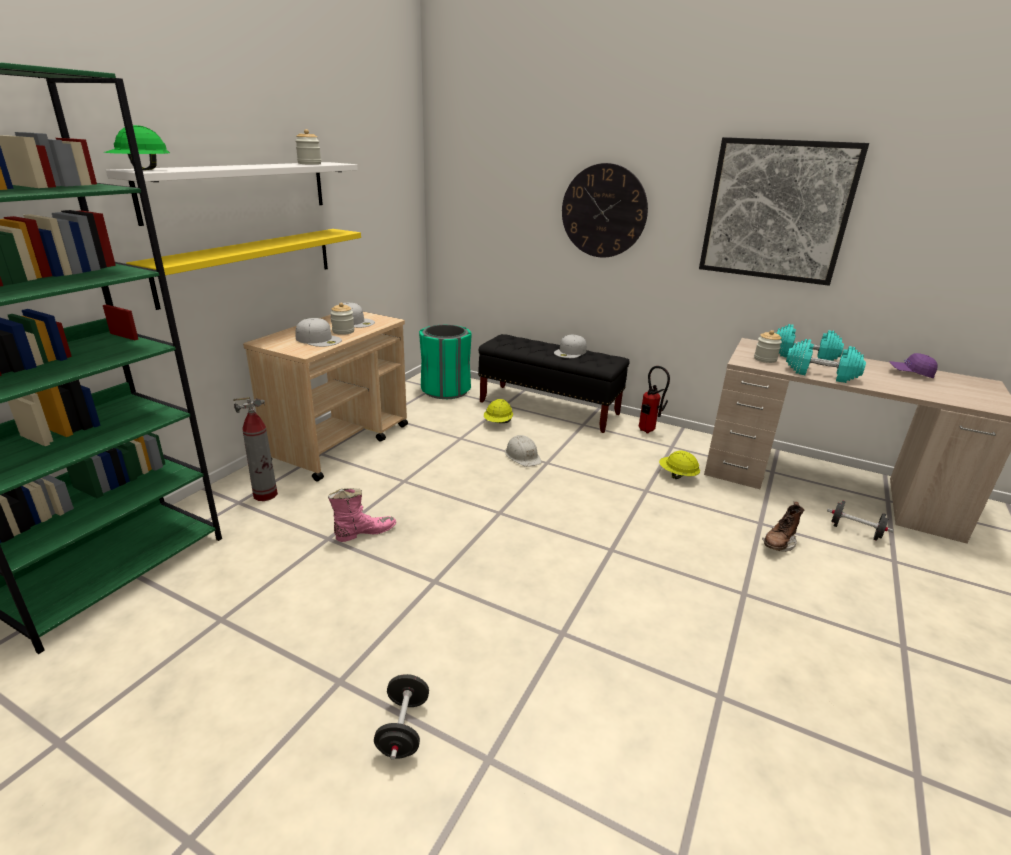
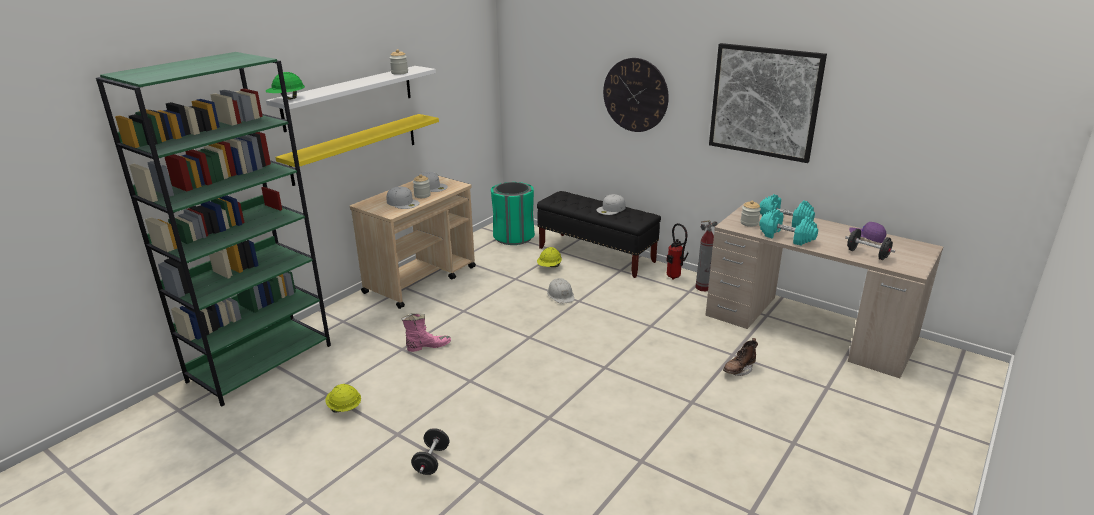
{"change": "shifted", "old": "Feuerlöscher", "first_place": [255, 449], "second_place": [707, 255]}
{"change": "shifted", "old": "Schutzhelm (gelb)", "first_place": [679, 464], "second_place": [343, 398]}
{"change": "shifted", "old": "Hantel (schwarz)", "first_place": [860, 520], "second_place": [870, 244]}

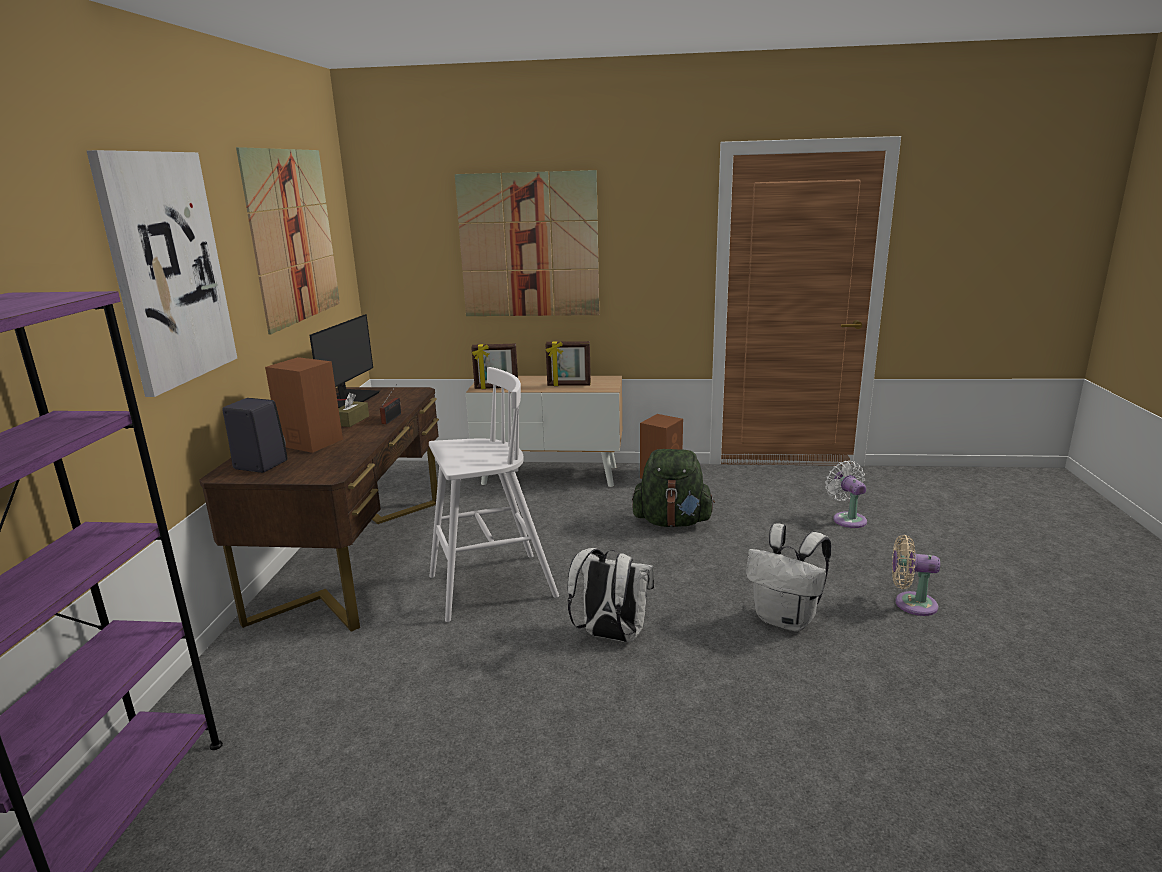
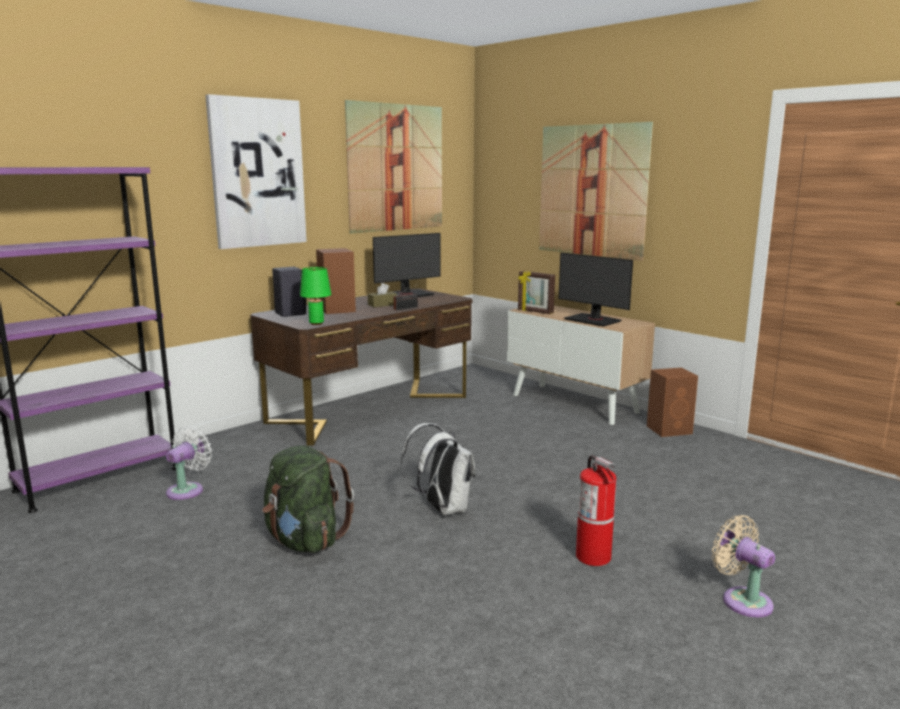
{"change": "gone", "old": "Hocker (weiß)", "first_place": [494, 494]}
{"change": "swapped", "old": "Bilderrahmen", "new": "Monitor", "first_place": [568, 363], "second_place": [596, 289]}
{"change": "shifted", "old": "Rucksack (grün)", "first_place": [673, 488], "second_place": [308, 499]}
{"change": "swapped", "old": "Rucksack (weiß)", "new": "Feuerlöscher", "first_place": [788, 578], "second_place": [596, 510]}
{"change": "shifted", "old": "Ventilator (weiß)", "first_place": [846, 494], "second_place": [189, 463]}
{"change": "new", "new": "Tischlampe (grün)", "second_place": [315, 296]}

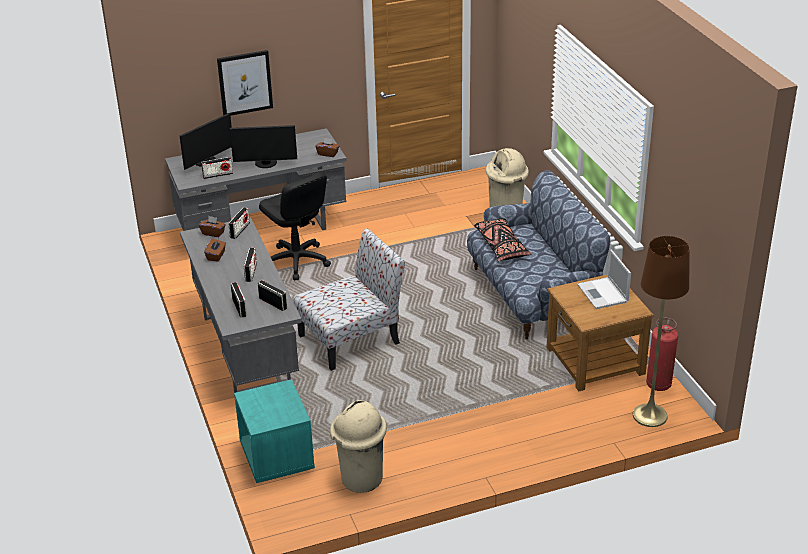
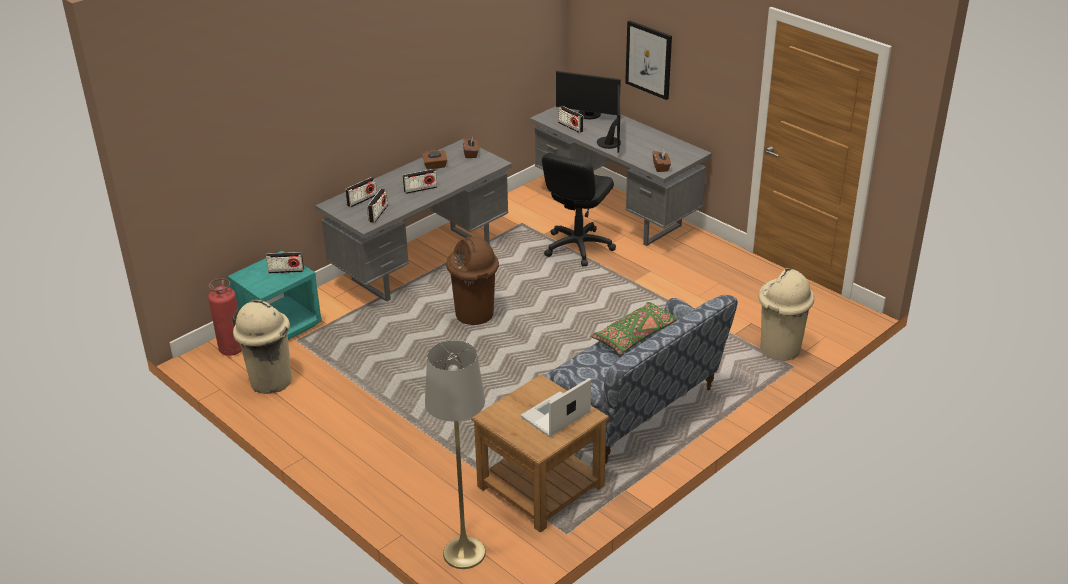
{"change": "shifted", "old": "Radio", "first_place": [239, 223], "second_place": [285, 262]}
{"change": "rotated", "old": "Monitor", "first_place": [263, 146], "second_place": [609, 119], "degrees": -150}
{"change": "swapped", "old": "Stuhl", "new": "Mülleimer (braun)", "first_place": [349, 299], "second_place": [472, 281]}
{"change": "repainted", "old": "Kissen (schwarz)", "new": "Kissen (grün)", "first_place": [502, 239], "second_place": [633, 328]}
{"change": "repainted", "old": "Stehlampe (braun)", "new": "Stehlampe (grau)", "first_place": [661, 331], "second_place": [455, 454]}
{"change": "shifted", "old": "Feuerlöscher", "first_place": [662, 354], "second_place": [225, 317]}

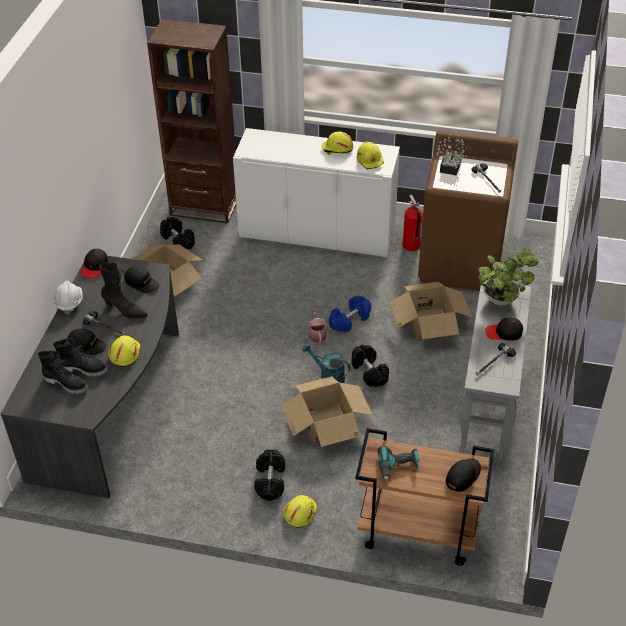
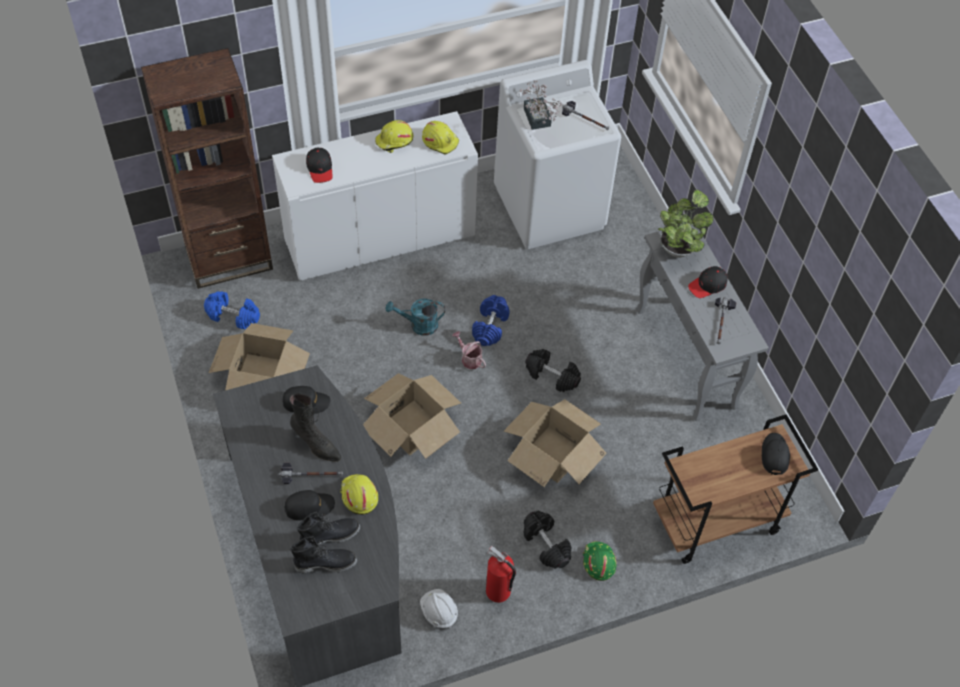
{"change": "shifted", "old": "Schutzhelm (weiß)", "first_place": [68, 297], "second_place": [439, 609]}
{"change": "shifted", "old": "Kappe (schwarz)", "first_place": [94, 263], "second_place": [319, 165]}
{"change": "rotated", "old": "Stiefel (schwarz)", "first_place": [123, 290], "second_place": [315, 427], "degrees": 45}
{"change": "repainted", "old": "Hantel (schwarz)", "new": "Hantel (blau)", "first_place": [177, 233], "second_place": [232, 310]}
{"change": "repainted", "old": "Schutzhelm (gelb)", "new": "Schutzhelm (grün)", "first_place": [300, 511], "second_place": [599, 561]}
{"change": "shifted", "old": "Gießkanne (türkis)", "first_place": [326, 363], "second_place": [415, 317]}
{"change": "gone", "old": "Bohrmaschine", "first_place": [399, 464]}
{"change": "shifted", "old": "Karton", "first_place": [431, 311], "second_place": [412, 416]}
{"change": "shifted", "old": "Feuerlöscher", "first_place": [413, 223], "second_place": [501, 574]}
{"change": "repainted", "old": "Waschmaschine (braun)", "new": "Waschmaschine (weiß)", "first_place": [468, 210], "second_place": [557, 154]}

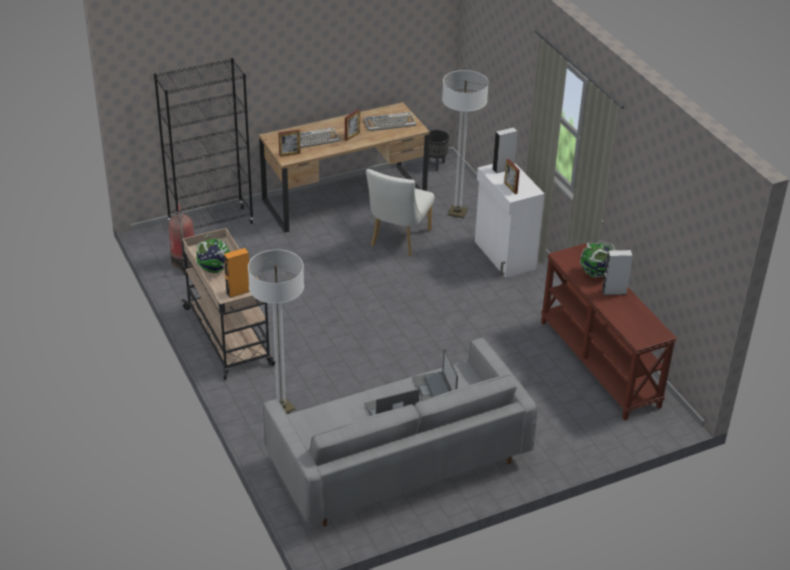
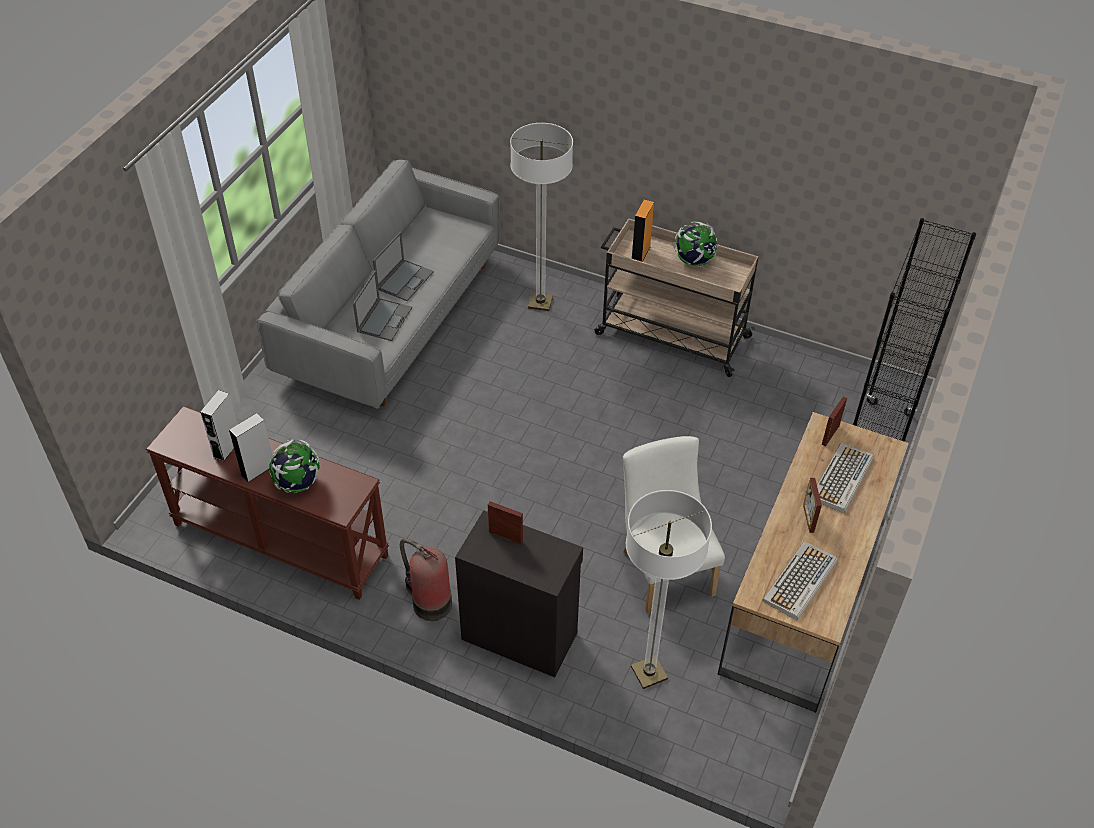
{"change": "shifted", "old": "Feuerlöscher", "first_place": [181, 239], "second_place": [426, 579]}
{"change": "rotated", "old": "Laptop", "first_place": [435, 374], "second_place": [382, 305], "degrees": 75}
{"change": "gone", "old": "Pflanzkübel (schwarz)", "first_place": [438, 150]}
{"change": "repainted", "old": "Schrank (weiß)", "new": "Schrank (schwarz)", "first_place": [510, 220], "second_place": [519, 593]}
{"change": "shifted", "old": "Lautsprecher (grau)", "first_place": [505, 150], "second_place": [219, 425]}

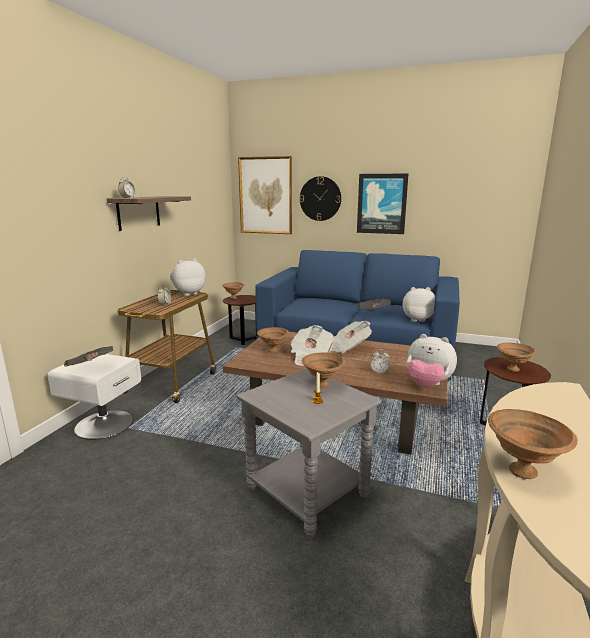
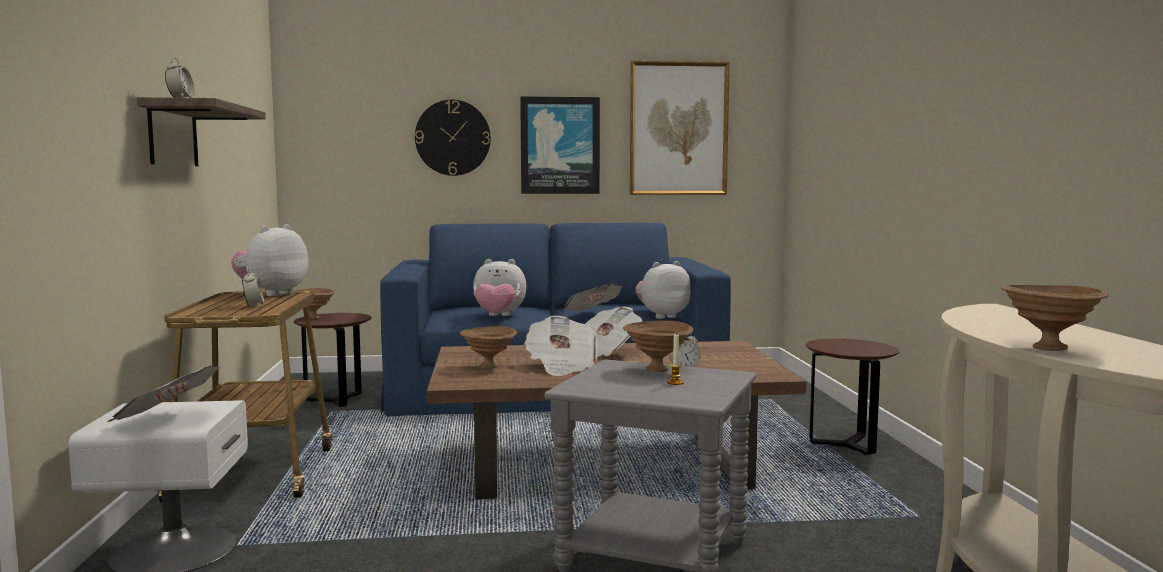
{"change": "shifted", "old": "Bild", "first_place": [265, 195], "second_place": [680, 128]}
{"change": "shifted", "old": "Plüschtier", "first_place": [431, 361], "second_place": [499, 287]}
{"change": "gone", "old": "Schüssel (braun)", "first_place": [517, 357]}

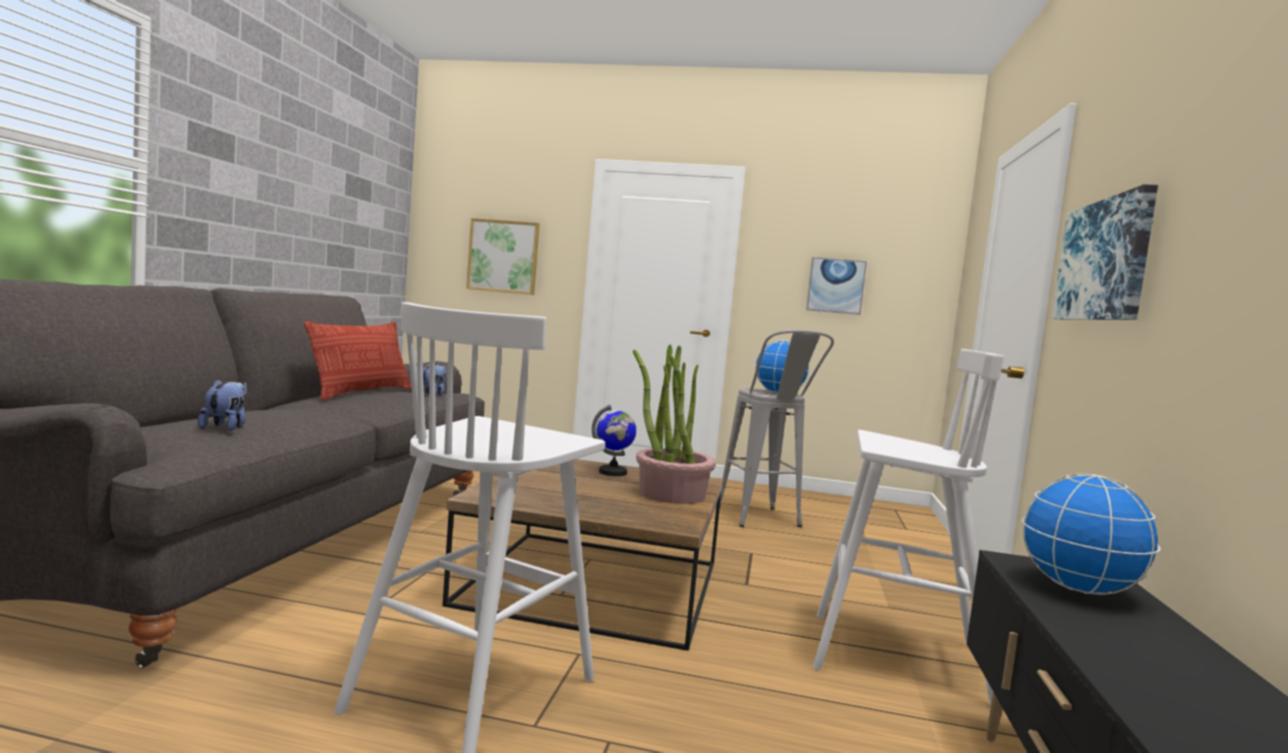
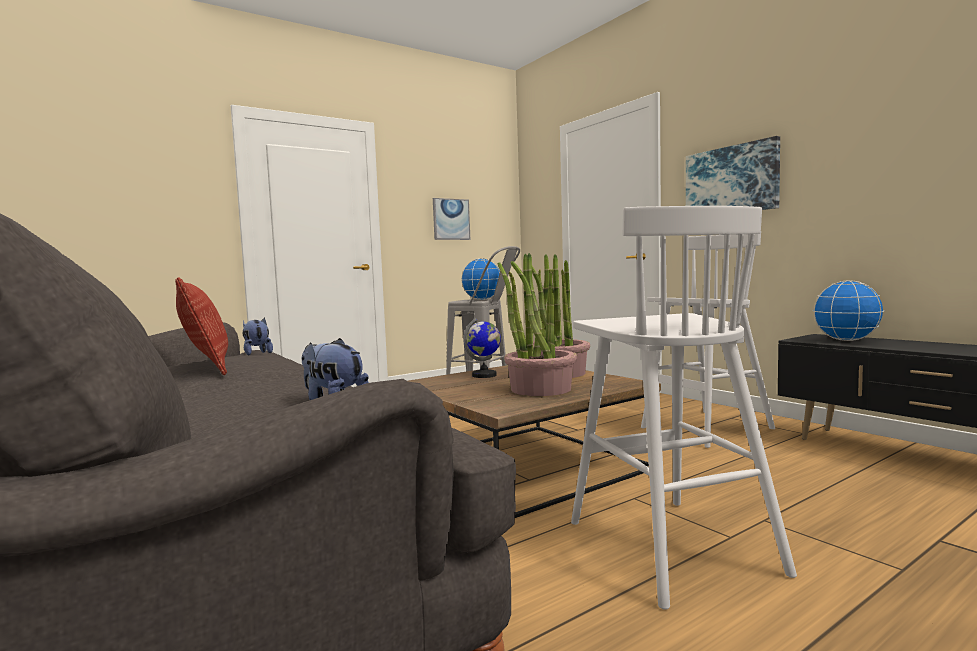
{"change": "gone", "old": "Bild", "first_place": [503, 256]}
{"change": "new", "new": "Topfpflanze", "second_place": [537, 324]}

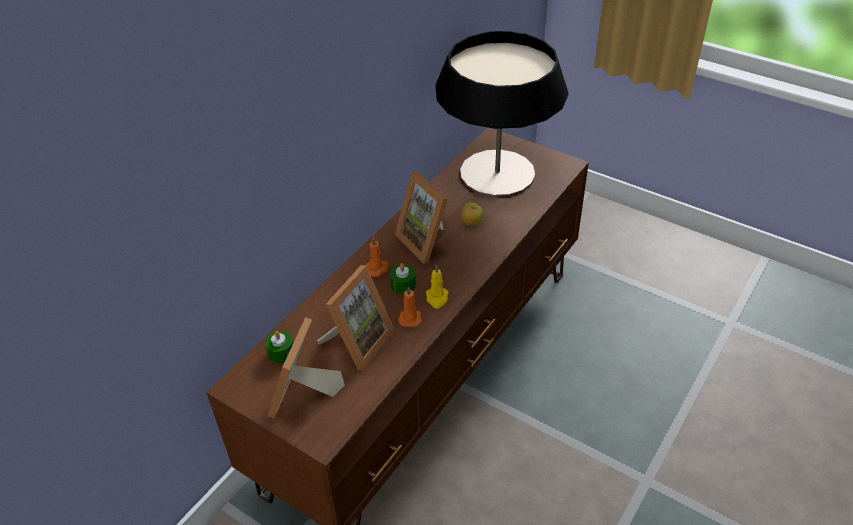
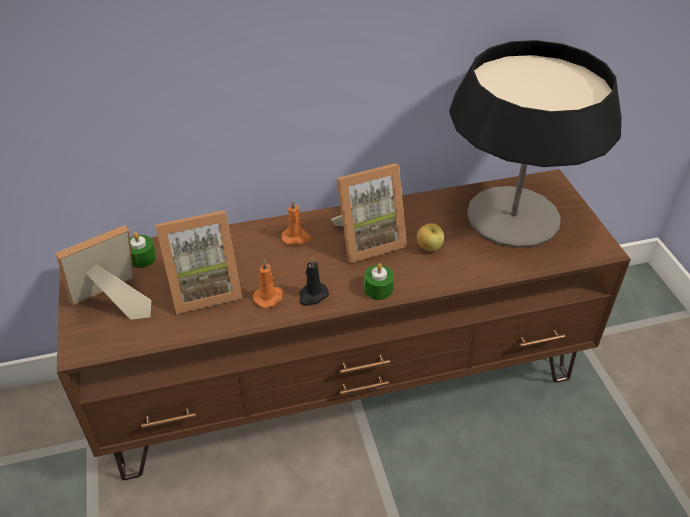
{"change": "shifted", "old": "Kerze (grün)", "first_place": [403, 278], "second_place": [379, 281]}
{"change": "rotated", "old": "Bilderrahmen", "first_place": [421, 217], "second_place": [369, 213], "degrees": -120}
{"change": "repainted", "old": "Kerze (gelb)", "new": "Kerze (schwarz)", "first_place": [437, 287], "second_place": [314, 281]}

